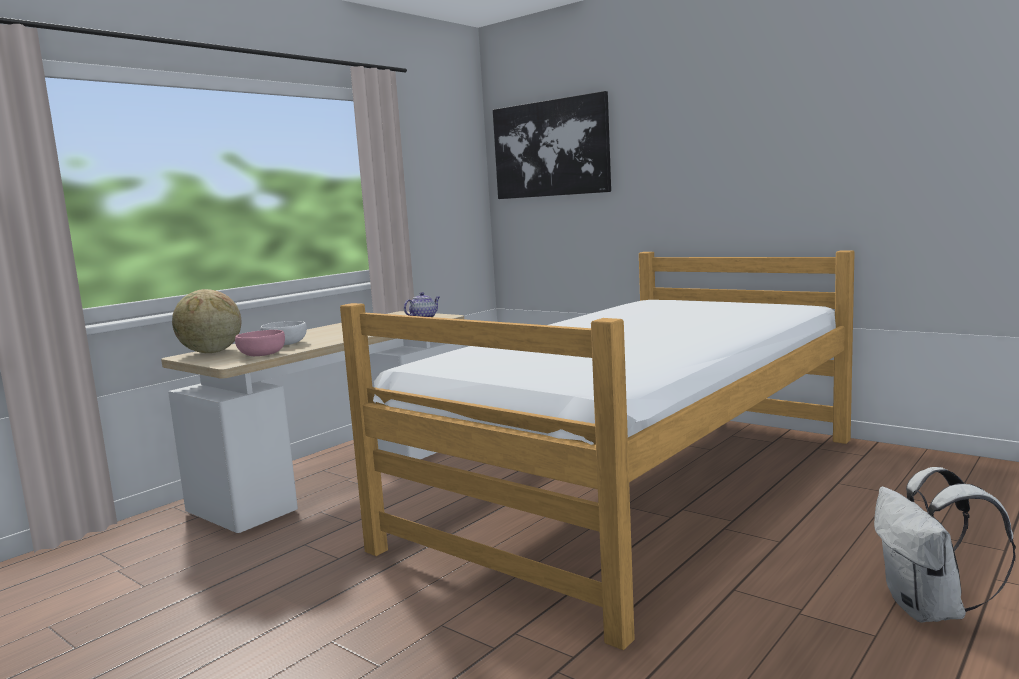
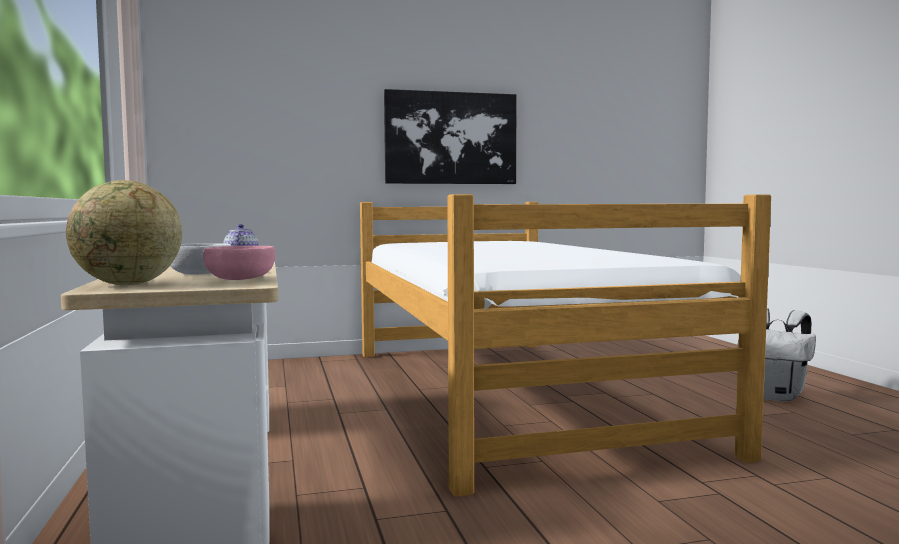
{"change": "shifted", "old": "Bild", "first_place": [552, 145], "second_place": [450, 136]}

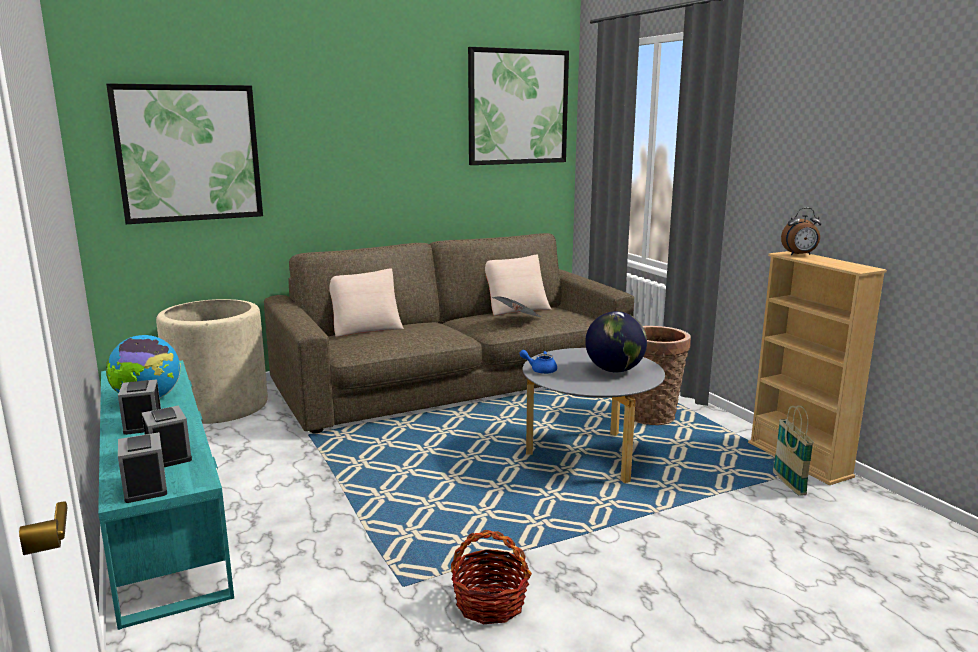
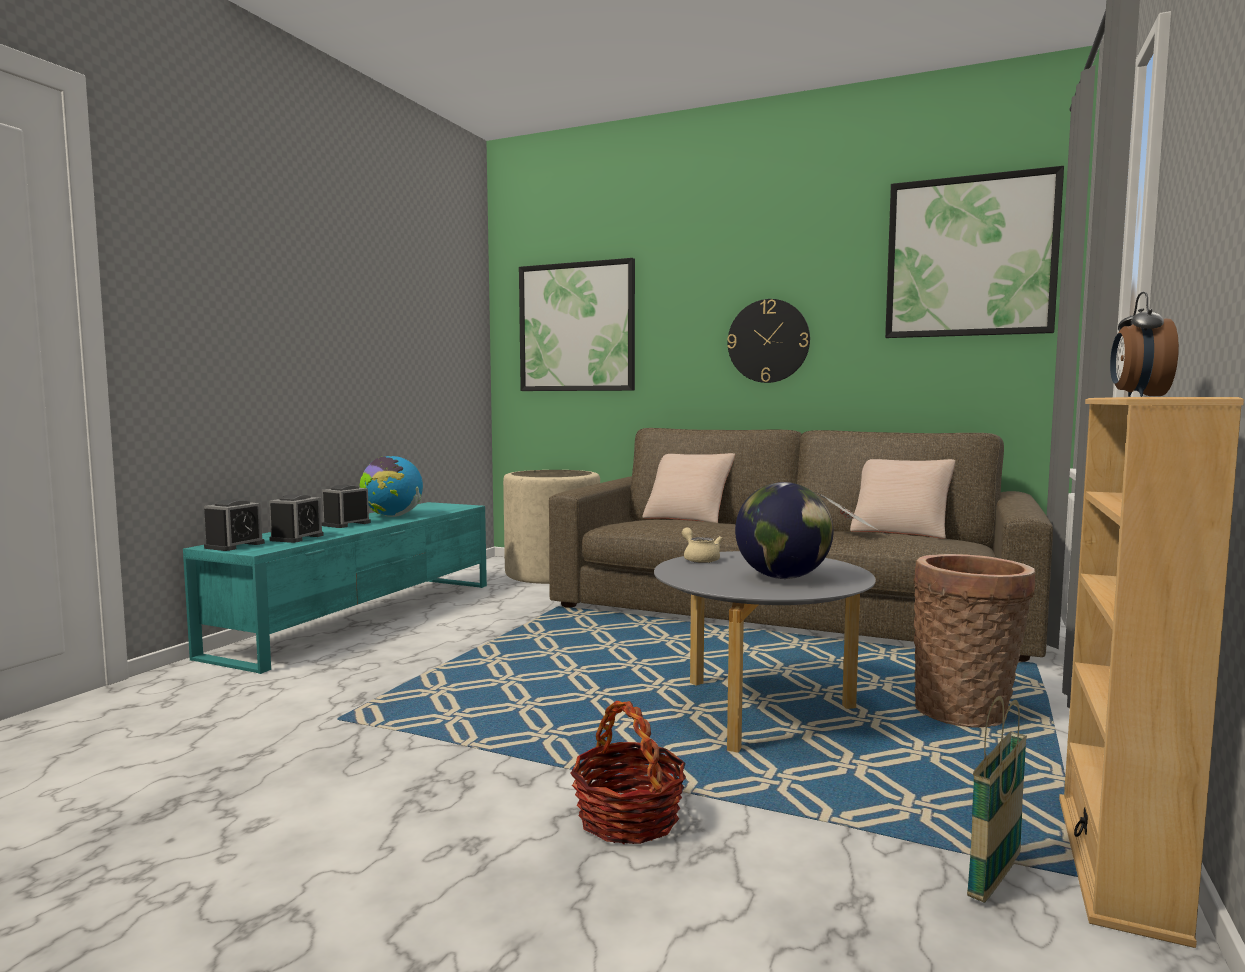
{"change": "shifted", "old": "Korb", "first_place": [491, 577], "second_place": [628, 772]}
{"change": "repainted", "old": "Teekanne (blau)", "new": "Teekanne (beige)", "first_place": [538, 362], "second_place": [702, 545]}
{"change": "rotated", "old": "Wecker", "first_place": [801, 231], "second_place": [1144, 344], "degrees": 60}
{"change": "new", "new": "Wanduhr", "second_place": [769, 341]}

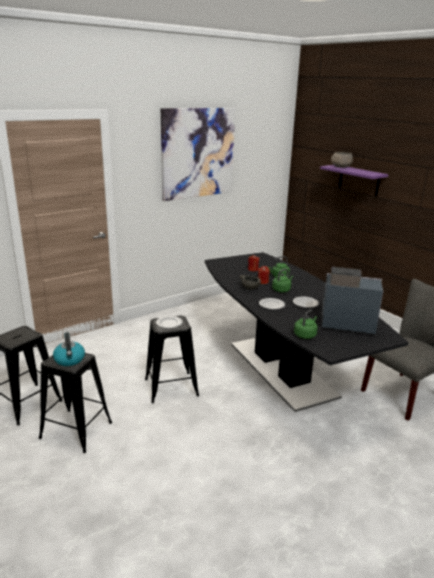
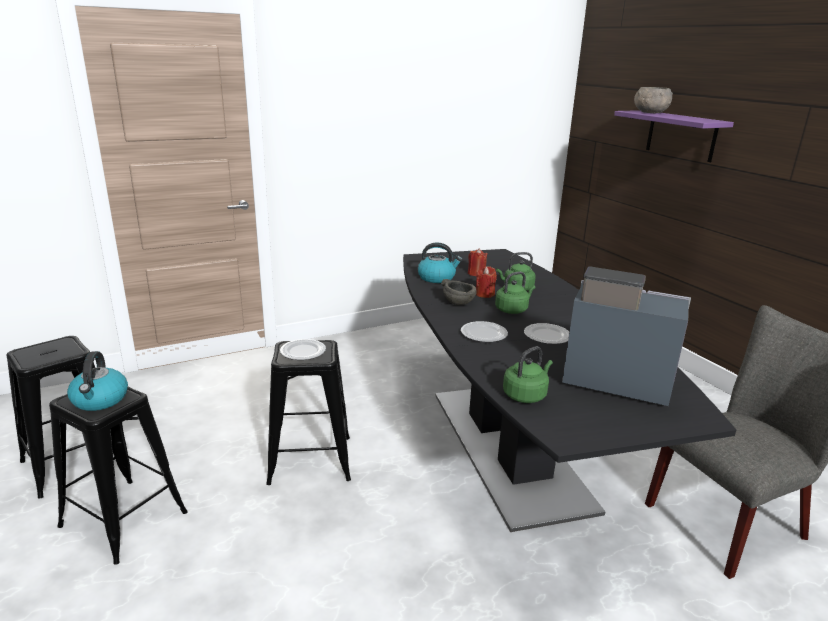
{"change": "gone", "old": "Bild", "first_place": [198, 154]}
{"change": "new", "new": "Wasserkessel", "second_place": [440, 263]}

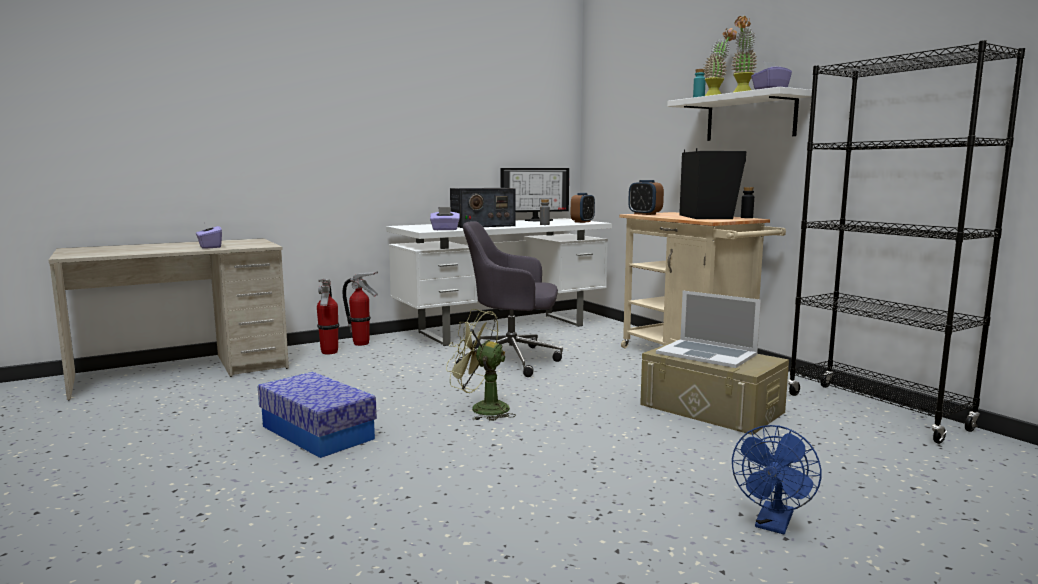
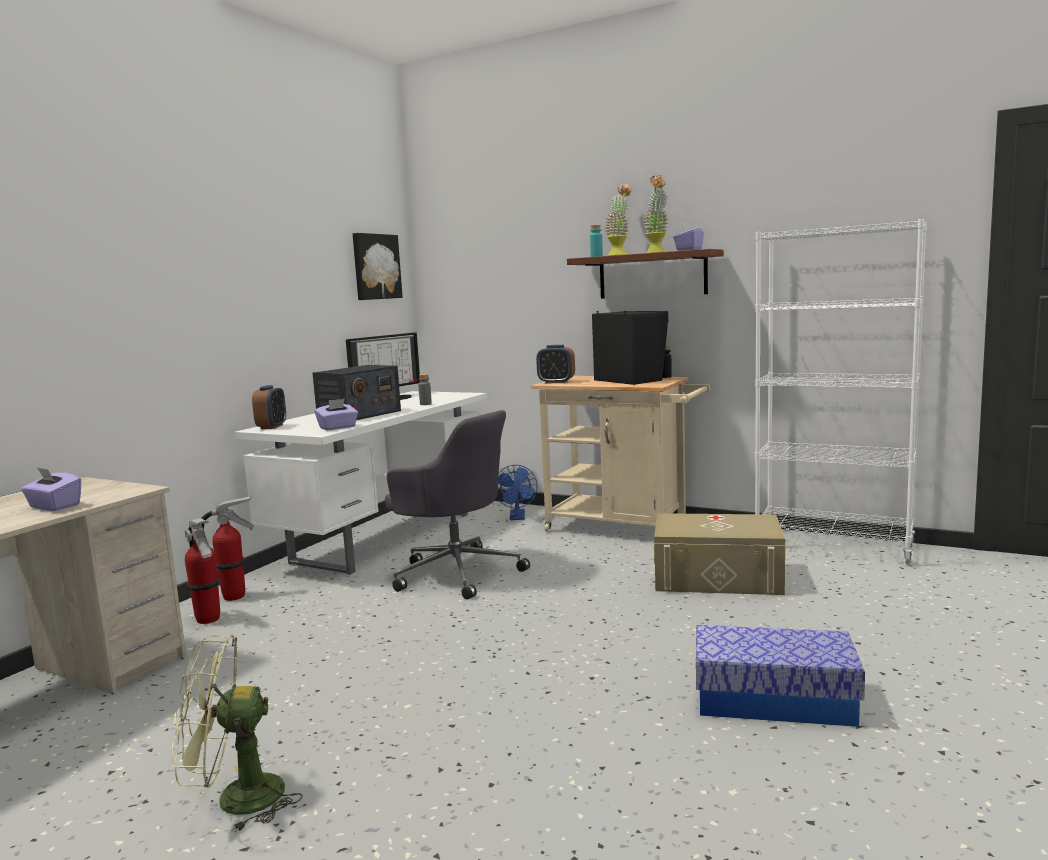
{"change": "shifted", "old": "Aufbewahrungsbox", "first_place": [317, 415], "second_place": [780, 676]}
{"change": "shifted", "old": "Ventilator (grün)", "first_place": [481, 365], "second_place": [237, 734]}
{"change": "rotated", "old": "Bürostuhl (grau)", "first_place": [509, 299], "second_place": [457, 505], "degrees": -120}
{"change": "shifted", "old": "Wecker", "first_place": [583, 208], "second_place": [269, 407]}
{"change": "gone", "old": "Laptop", "first_place": [708, 329]}
{"change": "repainted", "old": "Wandregal (weiß)", "new": "Wandregal (braun)", "first_place": [739, 114], "second_place": [645, 274]}
{"change": "shifted", "old": "Ventilator (blau)", "first_place": [777, 479], "second_place": [517, 492]}
{"change": "repainted", "old": "Bücherregal (schwarz)", "new": "Bücherregal (weiß)", "first_place": [906, 242], "second_place": [841, 391]}
{"change": "new", "new": "Bild", "second_place": [378, 266]}

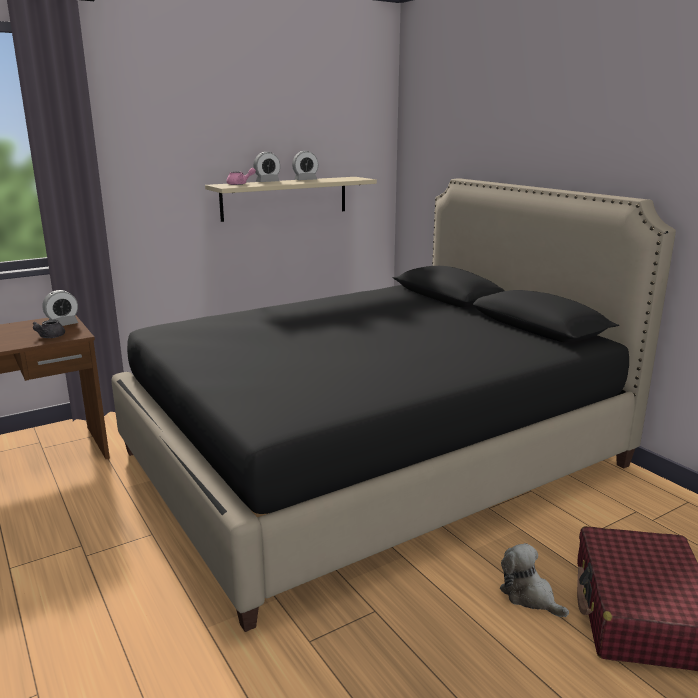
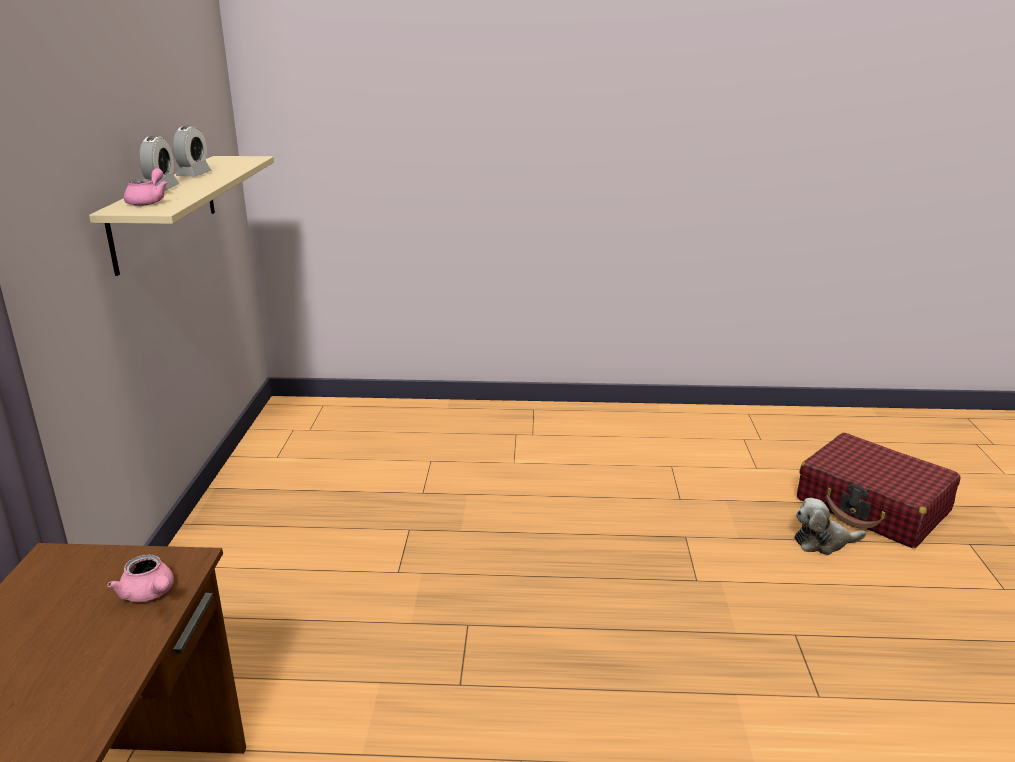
{"change": "repainted", "old": "Teekanne (grau)", "new": "Teekanne (rosa)", "first_place": [48, 329], "second_place": [140, 578]}
{"change": "gone", "old": "Wecker", "first_place": [60, 308]}
{"change": "gone", "old": "Bett (schwarz)", "first_place": [393, 405]}

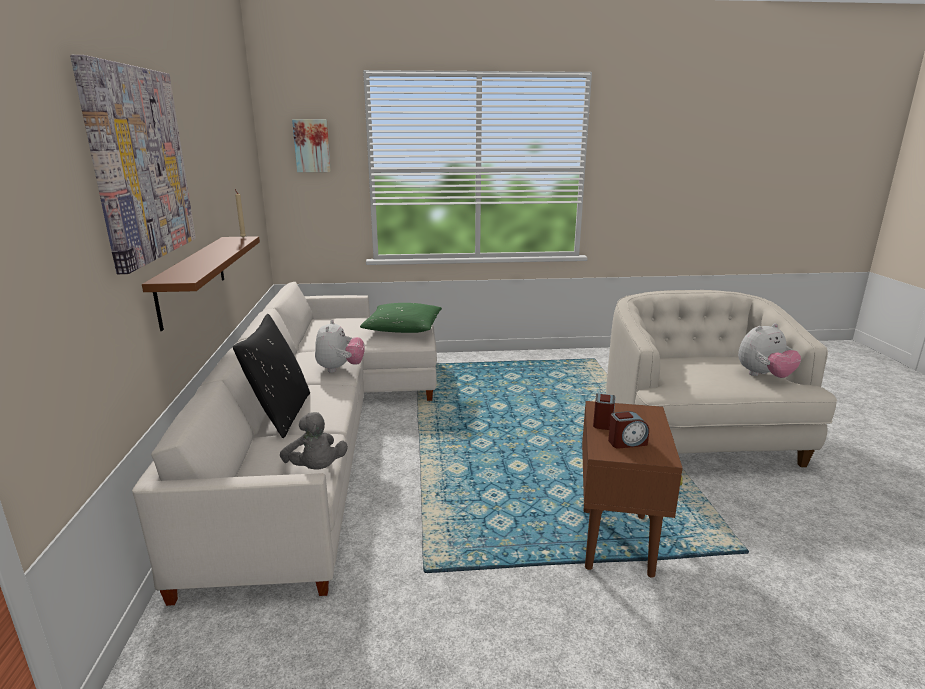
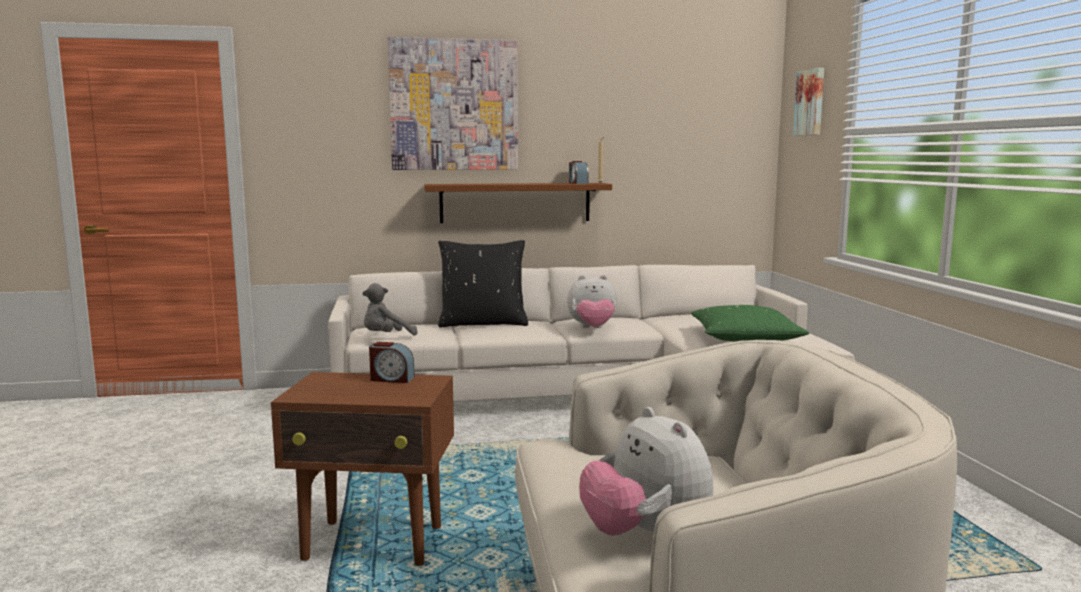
{"change": "shifted", "old": "Wecker", "first_place": [628, 430], "second_place": [579, 172]}

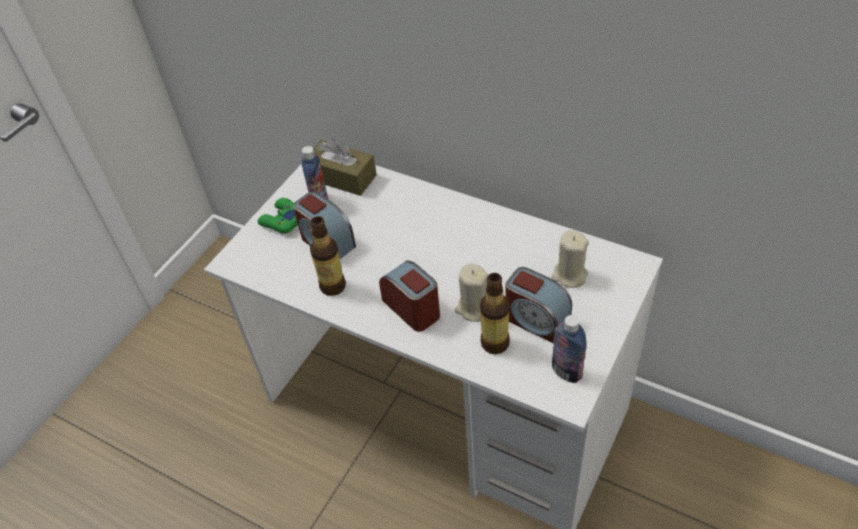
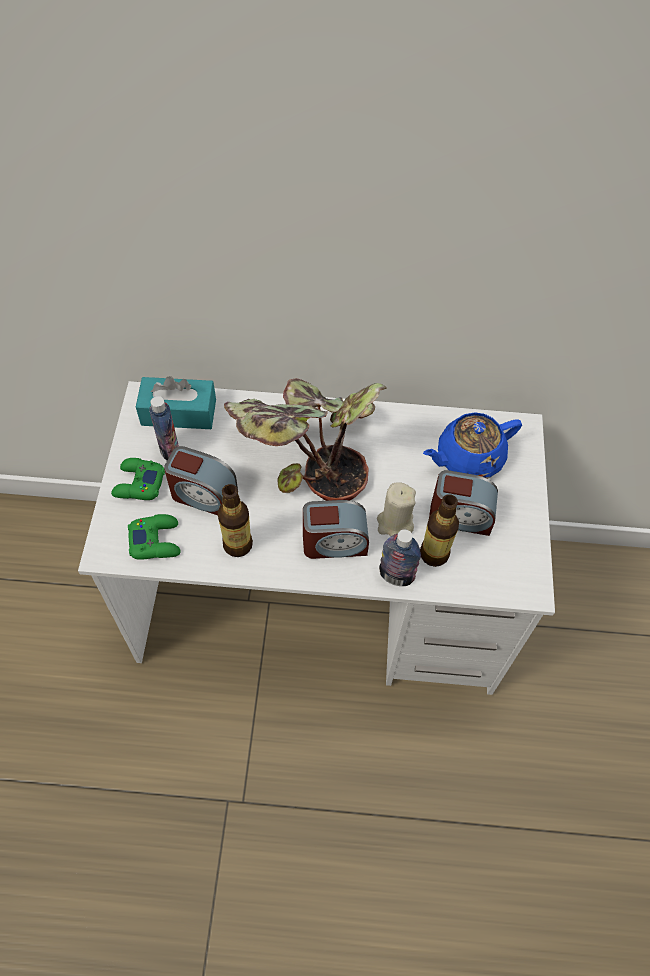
{"change": "repainted", "old": "Taschentuchbox (braun)", "new": "Taschentuchbox (türkis)", "first_place": [345, 167], "second_place": [176, 402]}
{"change": "rotated", "old": "Wecker", "first_place": [409, 296], "second_place": [336, 529], "degrees": 150}
{"change": "swapped", "old": "Kerze (beige)", "new": "Teekanne (blau)", "first_place": [570, 259], "second_place": [472, 445]}
{"change": "shifted", "old": "Flasche", "first_place": [569, 349], "second_place": [400, 557]}
{"change": "new", "new": "Gamepad (grün)", "second_place": [154, 537]}
{"change": "new", "new": "Topfpflanze", "second_place": [305, 439]}

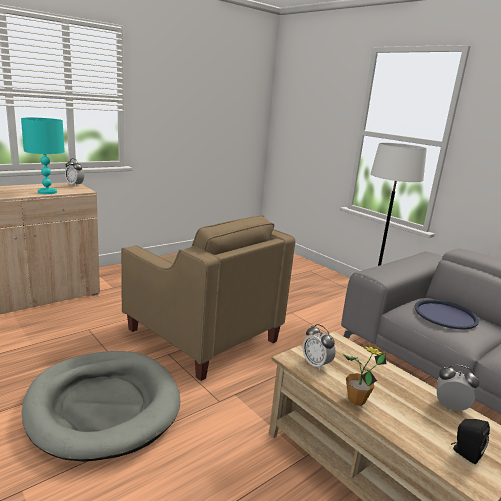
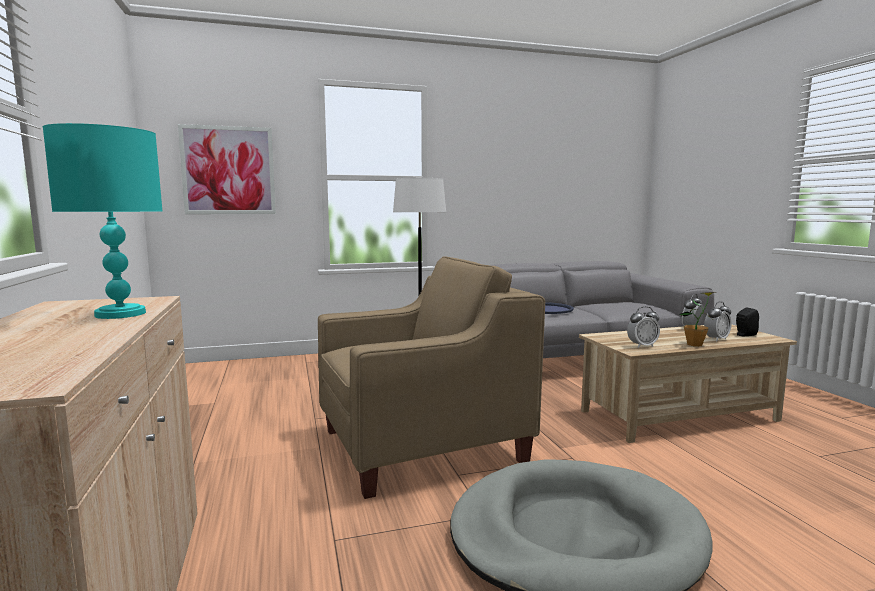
{"change": "shifted", "old": "Wecker", "first_place": [74, 172], "second_place": [718, 321]}
{"change": "new", "new": "Bild", "second_place": [227, 169]}

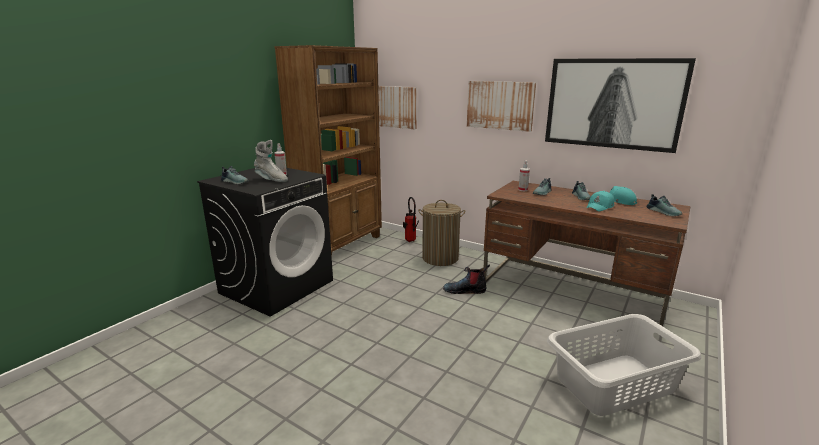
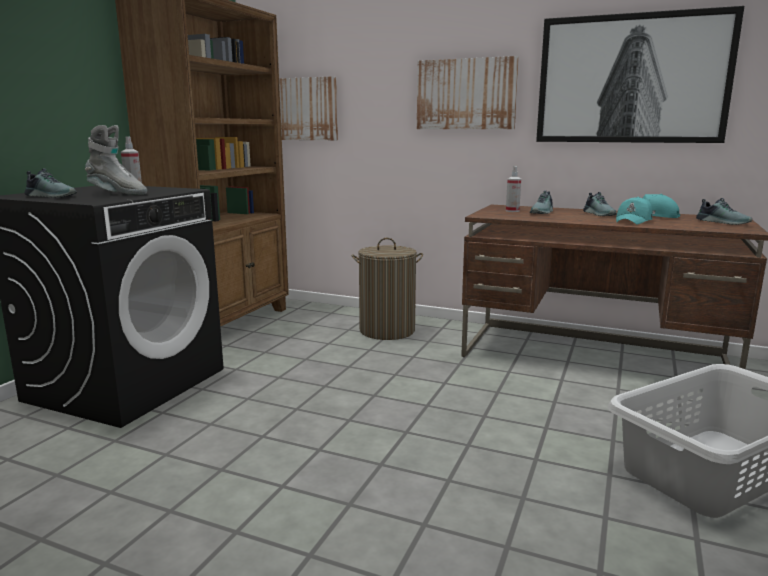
{"change": "gone", "old": "Feuerlöscher", "first_place": [411, 219]}
{"change": "gone", "old": "Stiefel", "first_place": [466, 279]}

